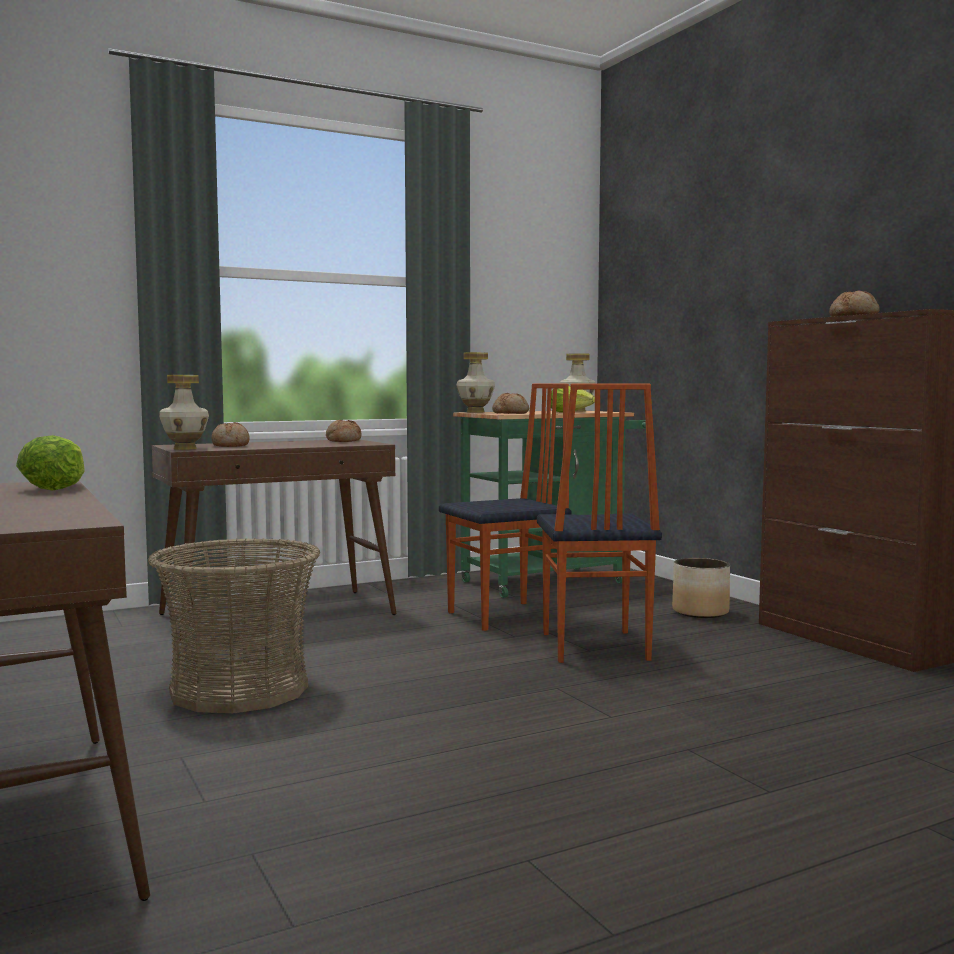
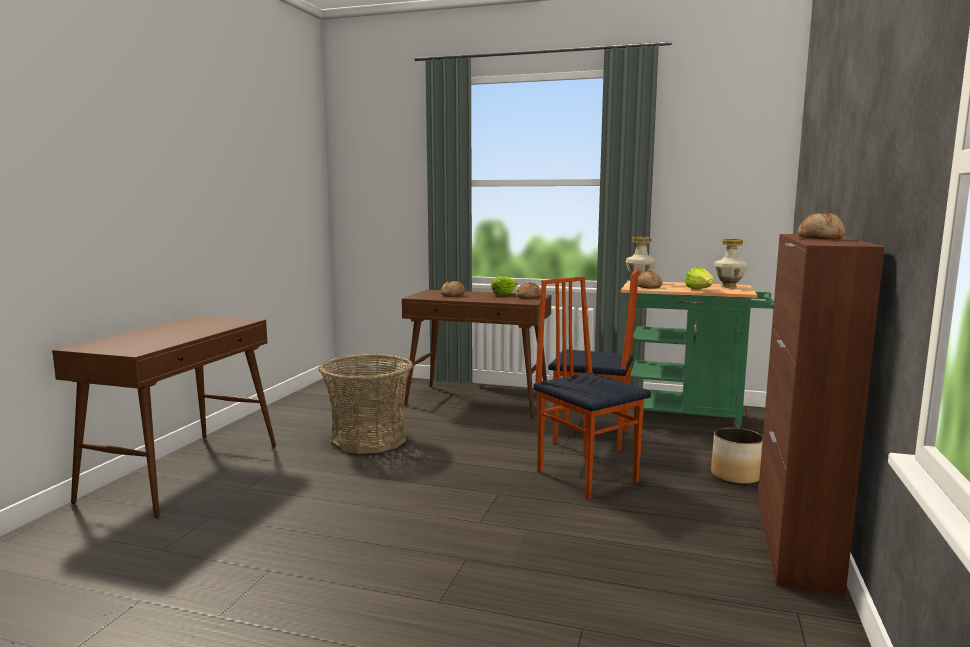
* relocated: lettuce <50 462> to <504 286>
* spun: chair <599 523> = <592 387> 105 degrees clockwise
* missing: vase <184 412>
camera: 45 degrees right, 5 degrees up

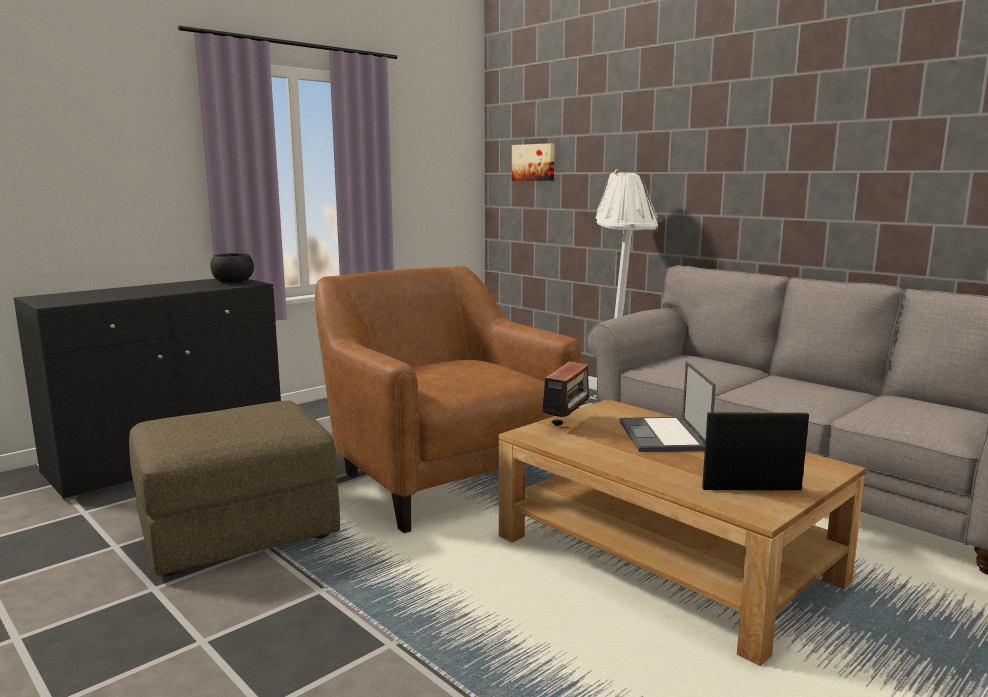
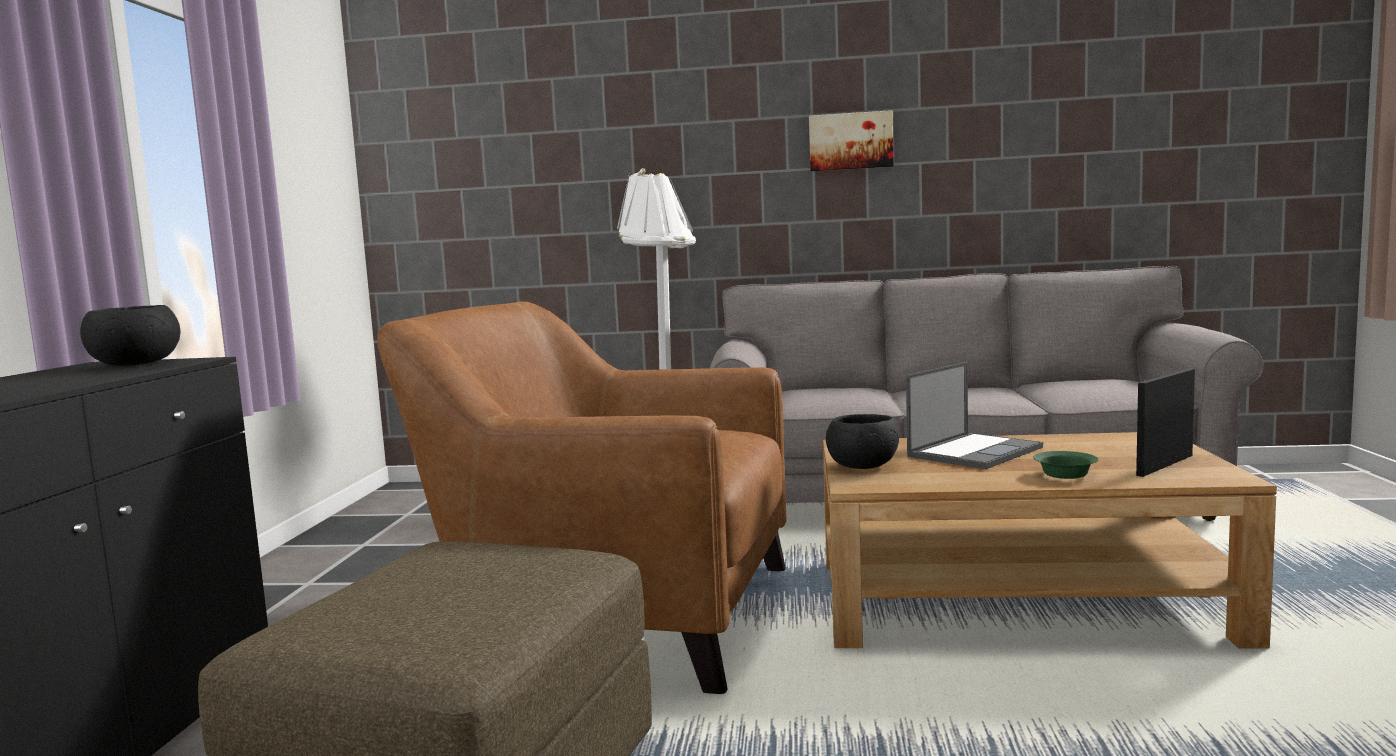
* relocated: picture <533 162> to <851 140>
* exchanged: radio <566 393> to bowl in black <862 441>
* spun: laptop <667 406> = <974 415> 90 degrees counterclockwise
* appeared: bowl in green <1066 465>
camera: 40 degrees left, 5 degrees down

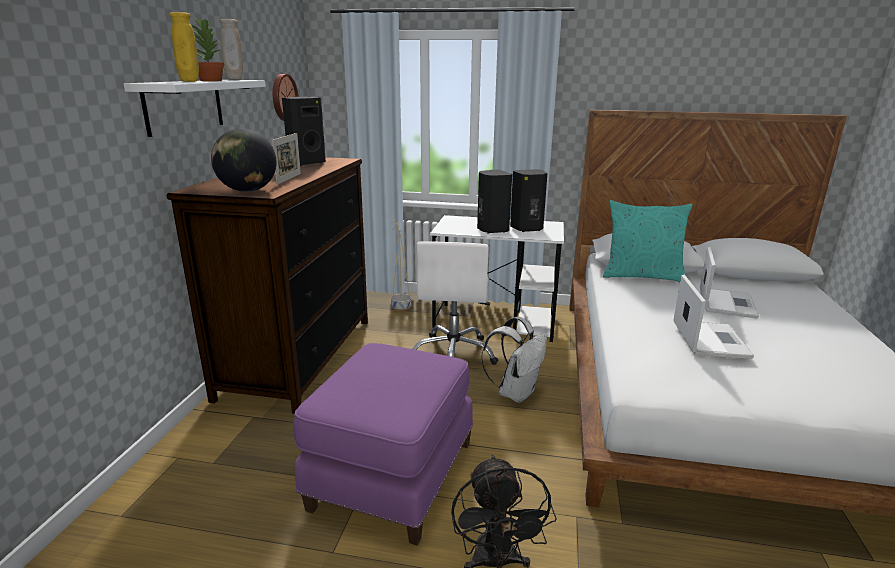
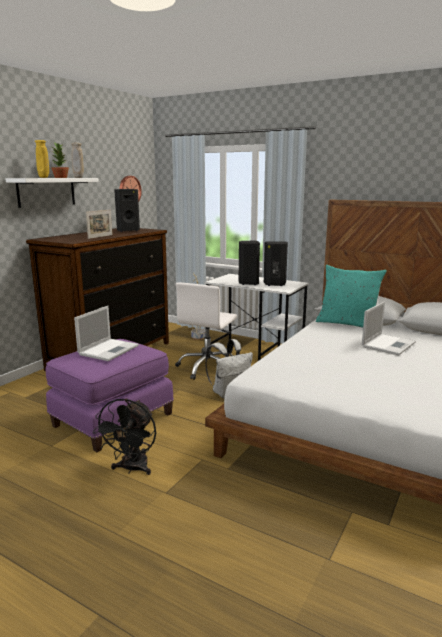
* relocated: laptop <713 317> to <106 333>
* missing: globe <244 160>
camera: 20 degrees right, 5 degrees down

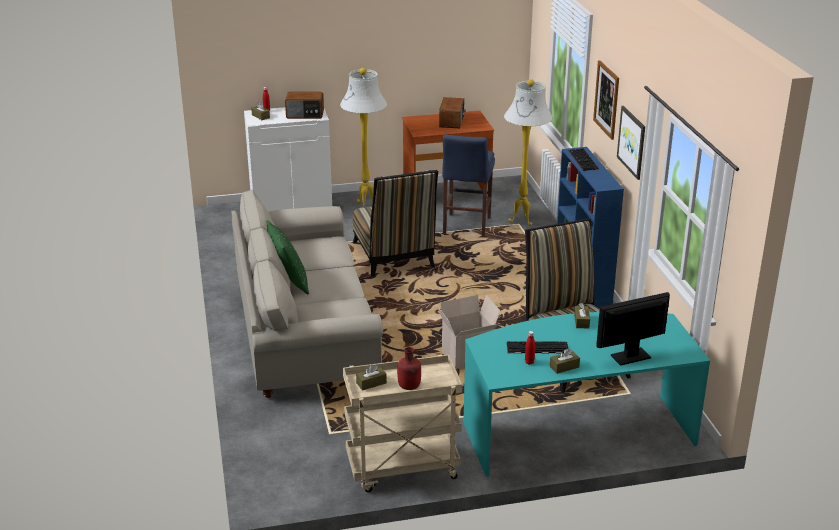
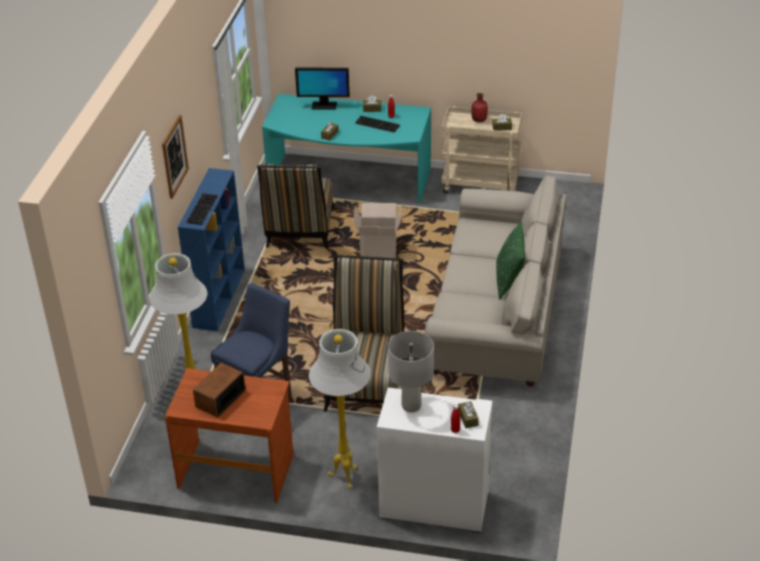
* exchanged: radio <304 105> to table lamp in grey <411 372>
* missing: picture <631 143>
camera: 155 degrees left, 10 degrees up

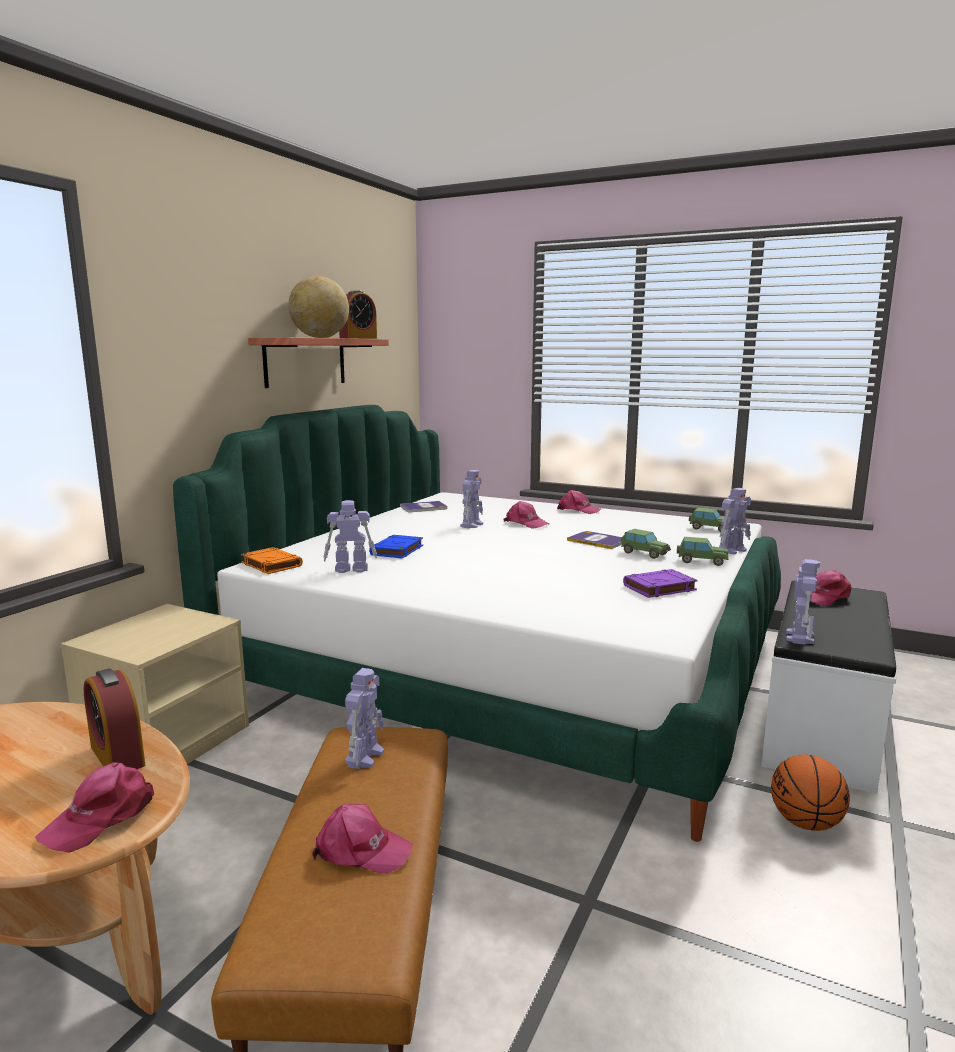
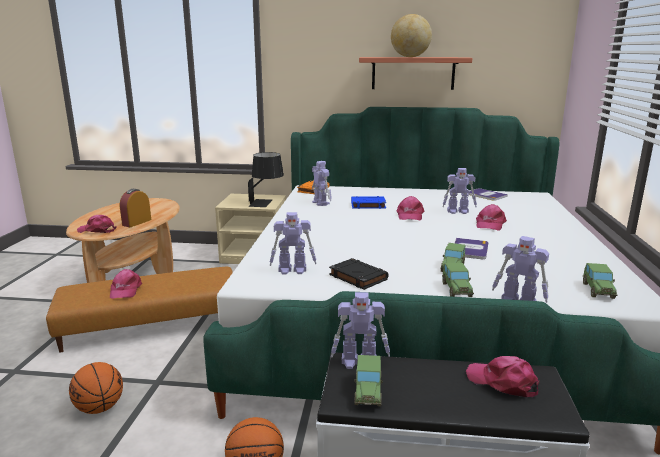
* appeared: basketball <96 388>
* appeared: table lamp in black <266 179>
* relocated: toy robot <364 718> to <293 243>
* colour: book in purple <660 583> to book in black <359 274>
* appeared: toy car <368 380>
* relocated: cap in pink <579 502> to <410 208>
* missing: alarm clock <358 314>
camera: 70 degrees right, 5 degrees up

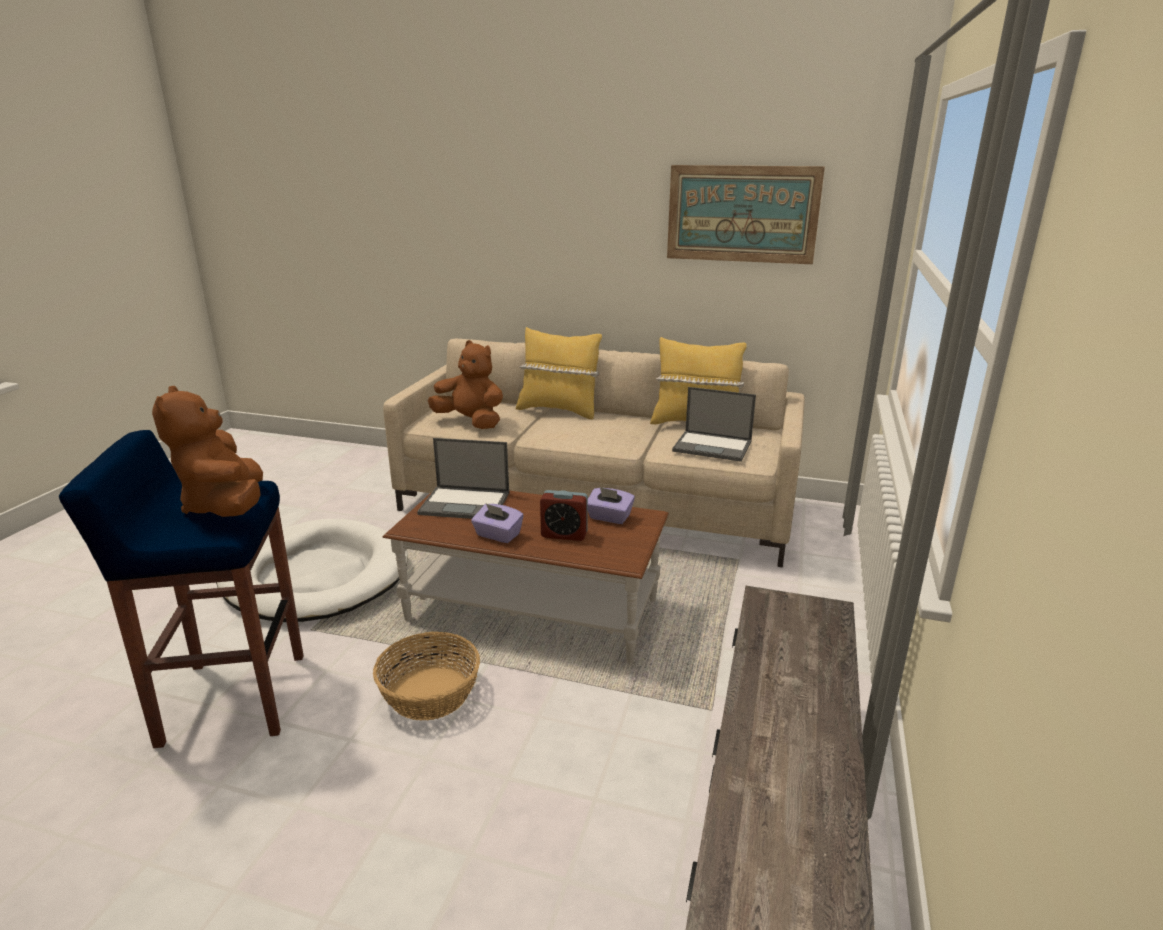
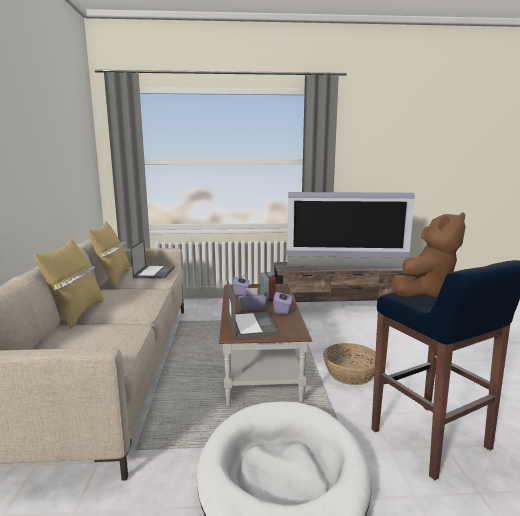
* appeared: tissue box in purple <253 299>
* appeared: television <351 230>
* missing: plush toy in brown <465 384>
* missing: picture <746 214>
camera: 110 degrees left, 10 degrees down

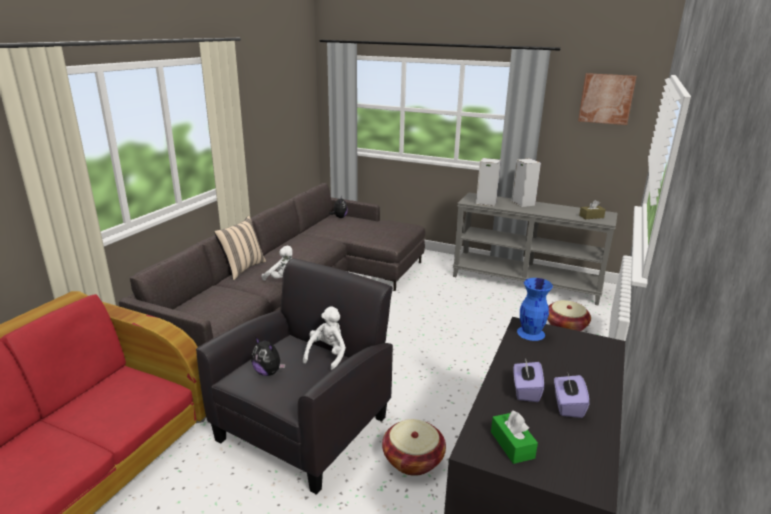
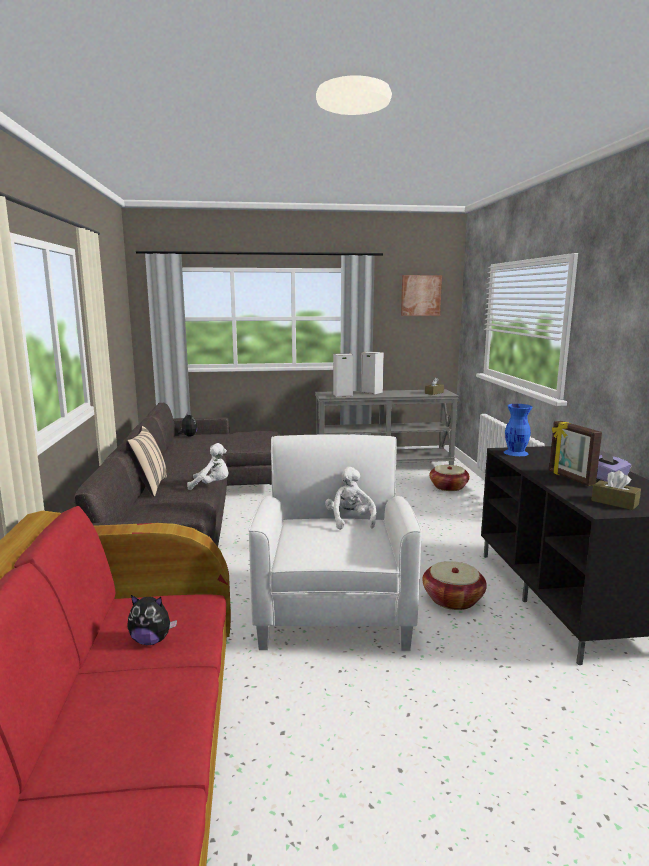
* relocated: plush toy <268 356> to <152 620>
* colour: armchair in black <294 376> to armchair in white <335 542>
* exchanged: tissue box in purple <528 381> to picture frame <575 453>
* colour: tissue box in green <514 437> to tissue box in brown <616 490>
camera: 30 degrees left, 10 degrees down

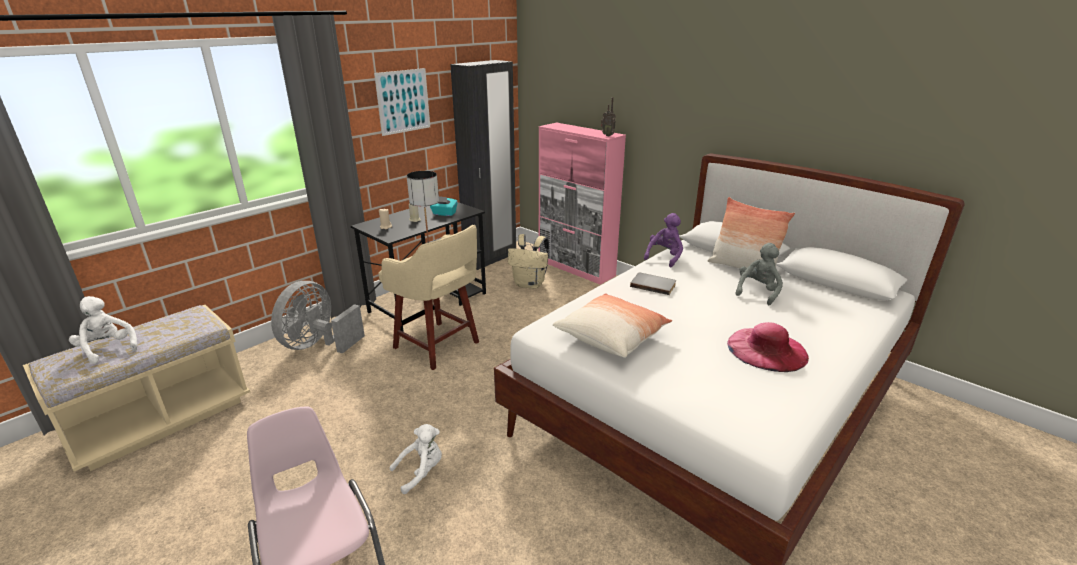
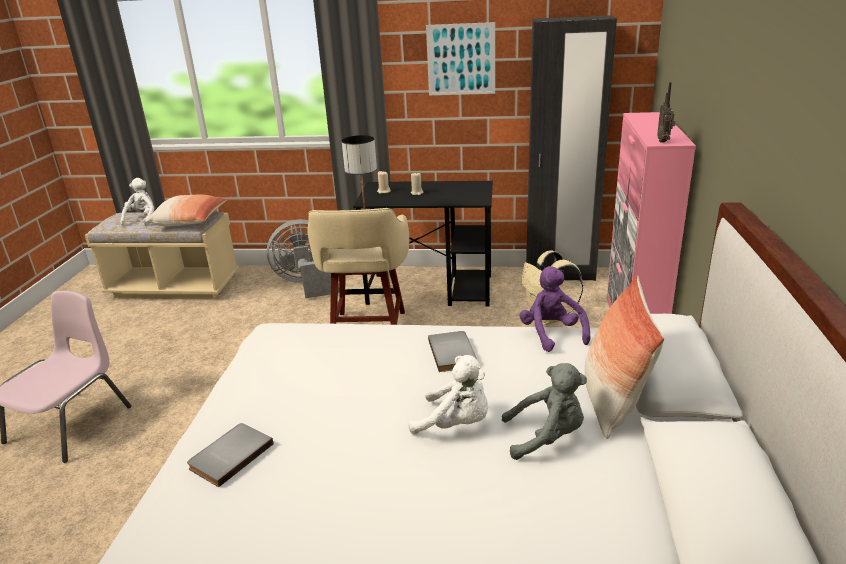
* relocated: pillow <612 326> to <186 210>
* appeared: book in grey <230 455>
* relocated: plush toy in white <416 459> to <448 395>
* spun: plush toy in purple <663 240> = <554 309> 105 degrees counterclockwise
* missing: tissue box in turquoise <444 206>
* missing: hat in pink <768 347>
camera: 55 degrees right, 0 degrees up

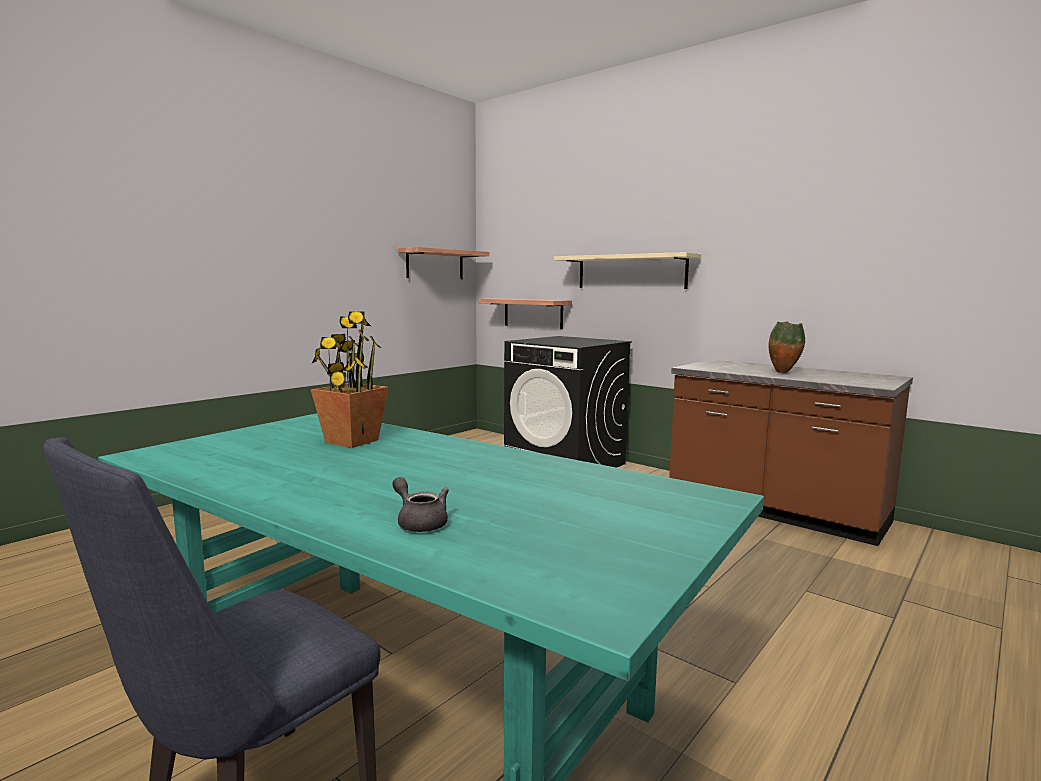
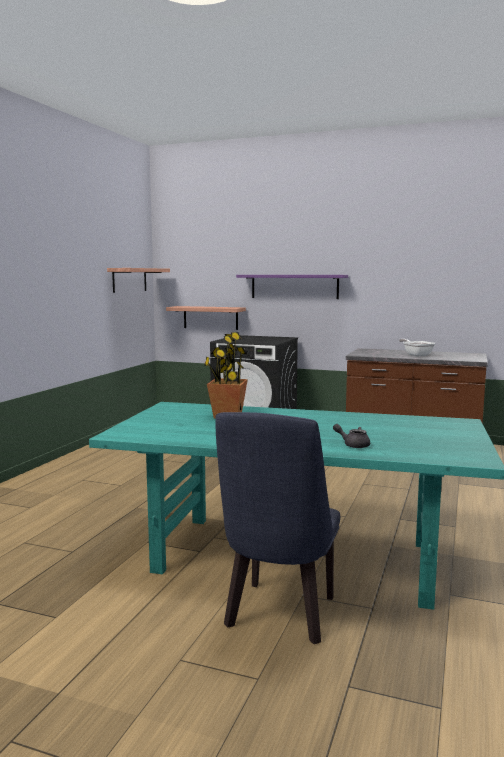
* colour: shelf in beige <627 270> to shelf in purple <292 287>
* exchanged: vase <787 347> to frying pan <417 348>
camera: 20 degrees left, 0 degrees up

